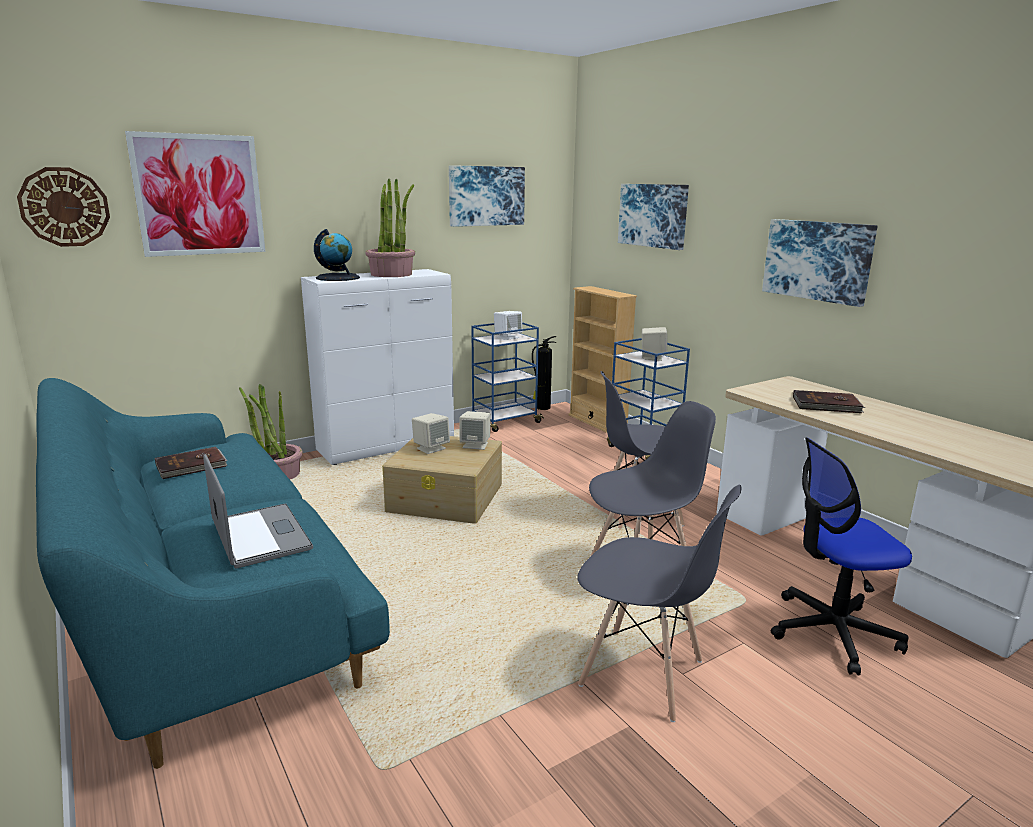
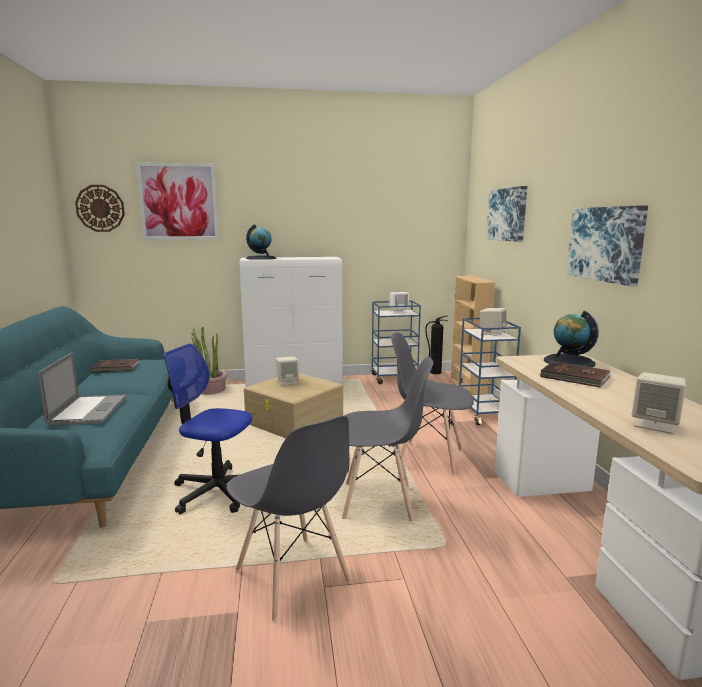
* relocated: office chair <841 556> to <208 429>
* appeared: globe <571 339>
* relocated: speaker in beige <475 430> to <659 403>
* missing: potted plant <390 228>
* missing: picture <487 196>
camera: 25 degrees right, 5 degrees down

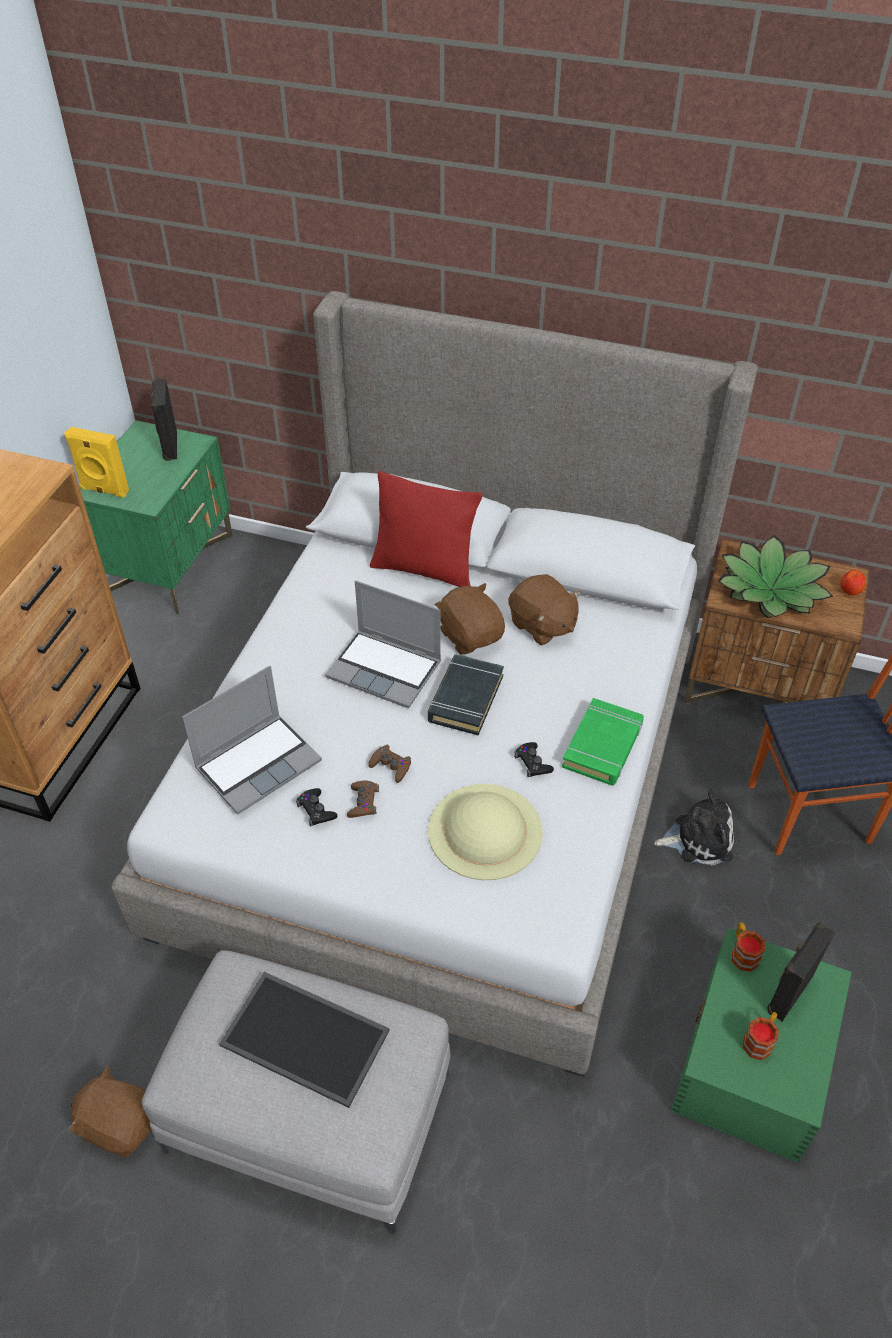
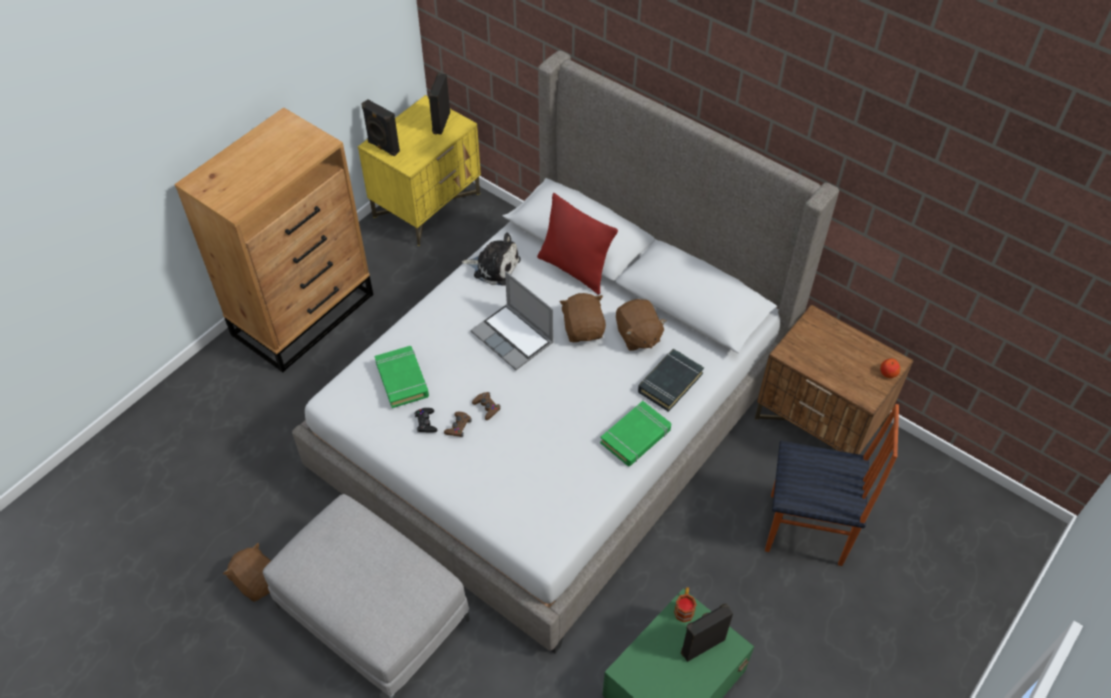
* colour: nightstand in green <156 517> to nightstand in yellow <419 170>
* colour: speaker in yellow <96 462> to speaker in black <380 128>
* exchanged: laptop <252 740> to book in green <402 377>
* relocated: plush toy <694 827> to <491 259>
* relocated: book in black <466 694> to <671 380>
* missing: tray <304 1040>
* missing: hat in beige <485 832>
* missing: game controller in black <534 759>
* missing: potted plant <775 576>
* missing: mug <760 1036>
camera: 20 degrees right, 5 degrees up

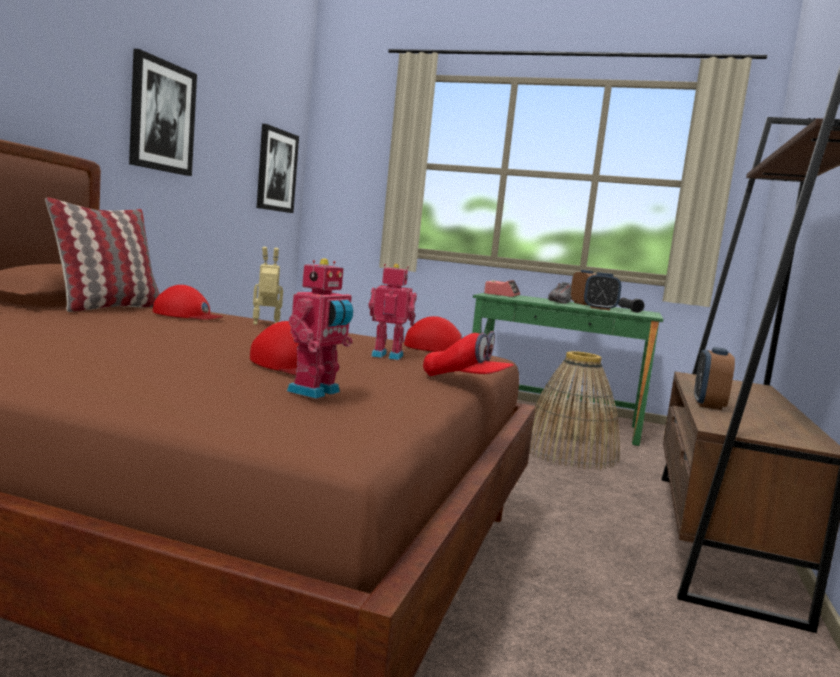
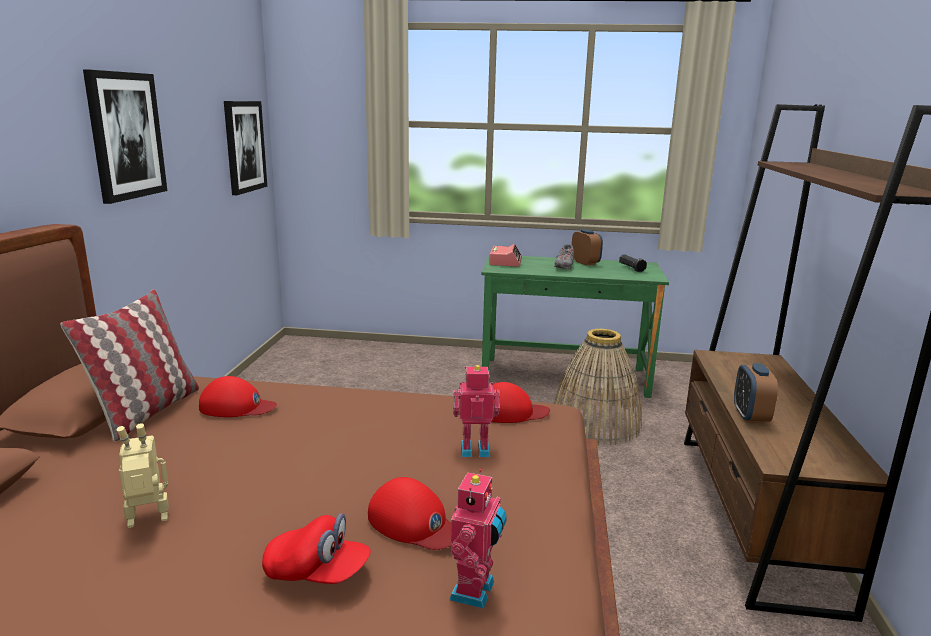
* relocated: toy robot <268 285> to <142 475>
* relocated: cap in red <468 353> to <316 548>
* missing: alarm clock <602 291>
camera: 10 degrees left, 10 degrees up

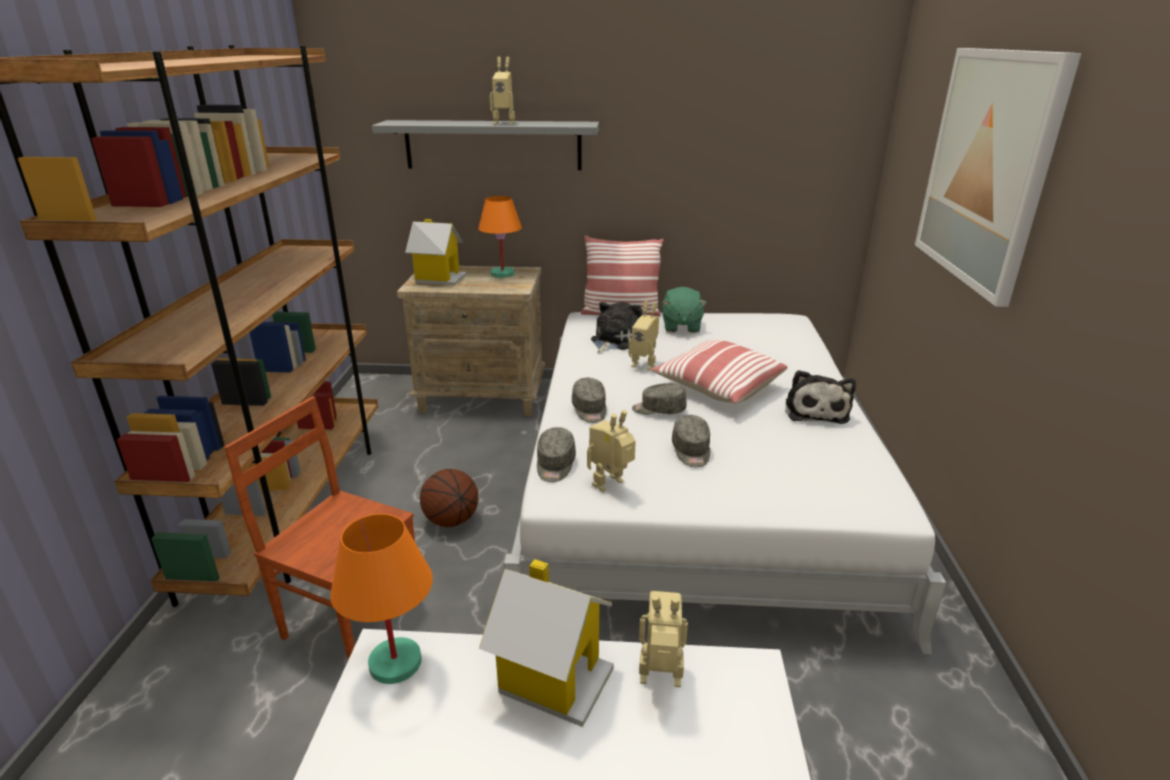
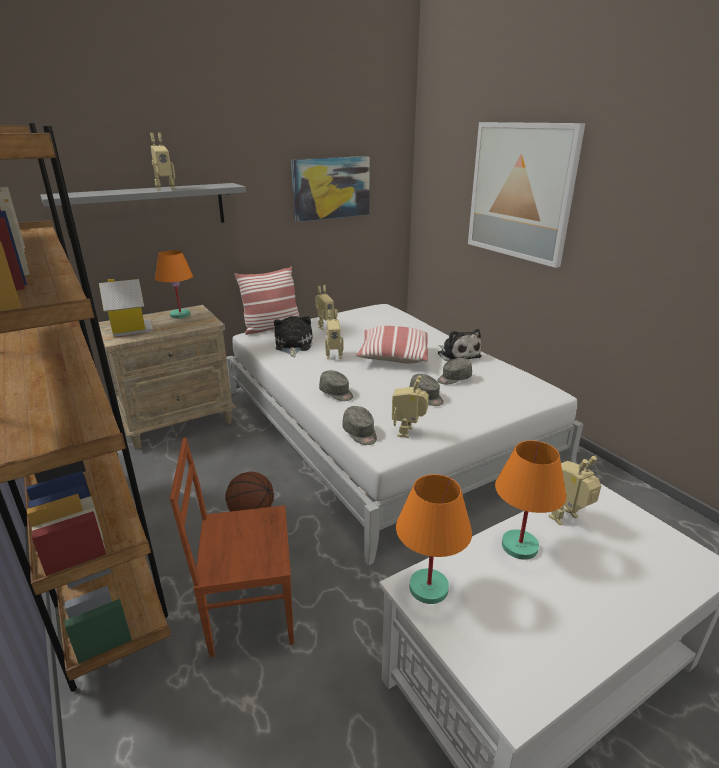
* appeared: picture <330 189>
* exchanged: plush toy in green <684 310> to toy robot <325 307>
* relocated: cap in grey <659 399> to <454 371>
* exchanged: toy house <546 643> to table lamp in orange <530 500>
camera: 35 degrees left, 0 degrees up

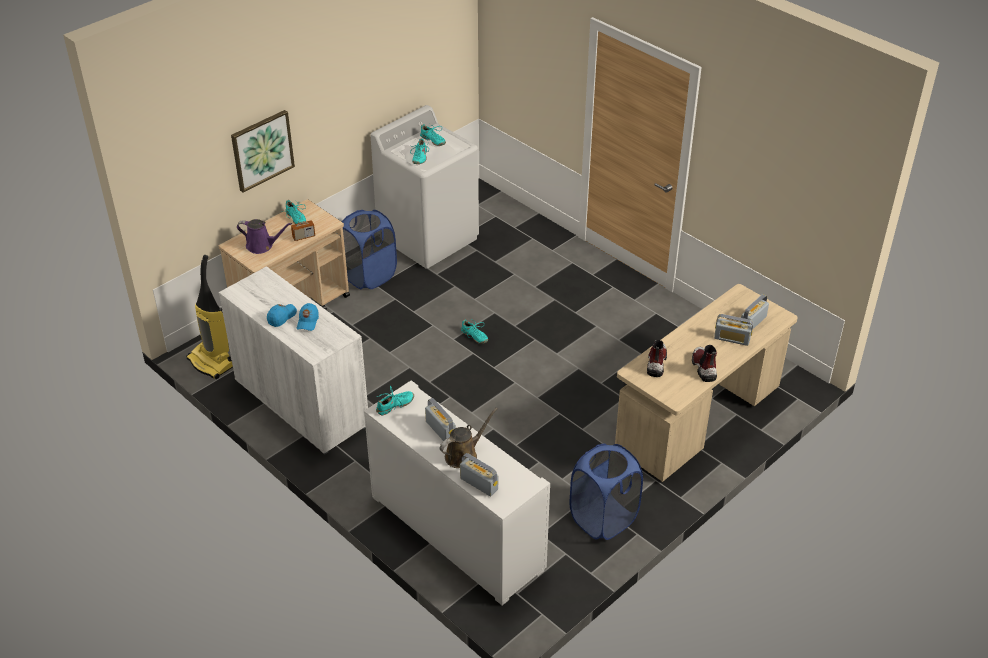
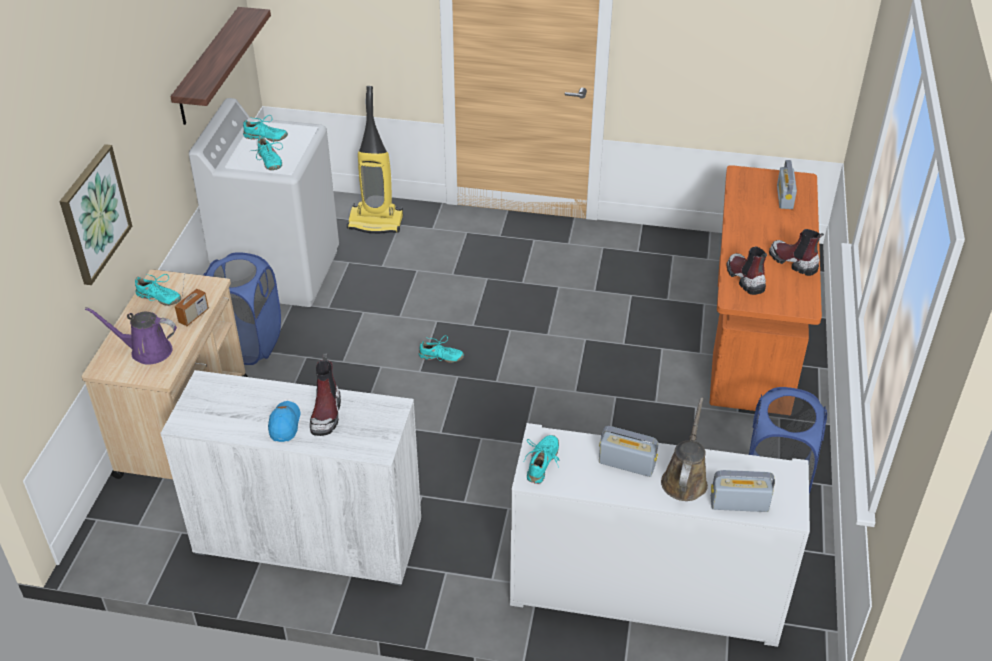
* spun: watering can in purple <264 236> = <131 336> 150 degrees counterclockwise
* appeared: shelf <220 66>
* exchanged: cap in blue <308 317> to boot <325 394>
* relocated: vacuum cleaner <210 317> to <375 160>
* colour: desk in beige <706 383> to desk in orange <766 288>
* missing: radio <733 330>
camera: 35 degrees left, 0 degrees up

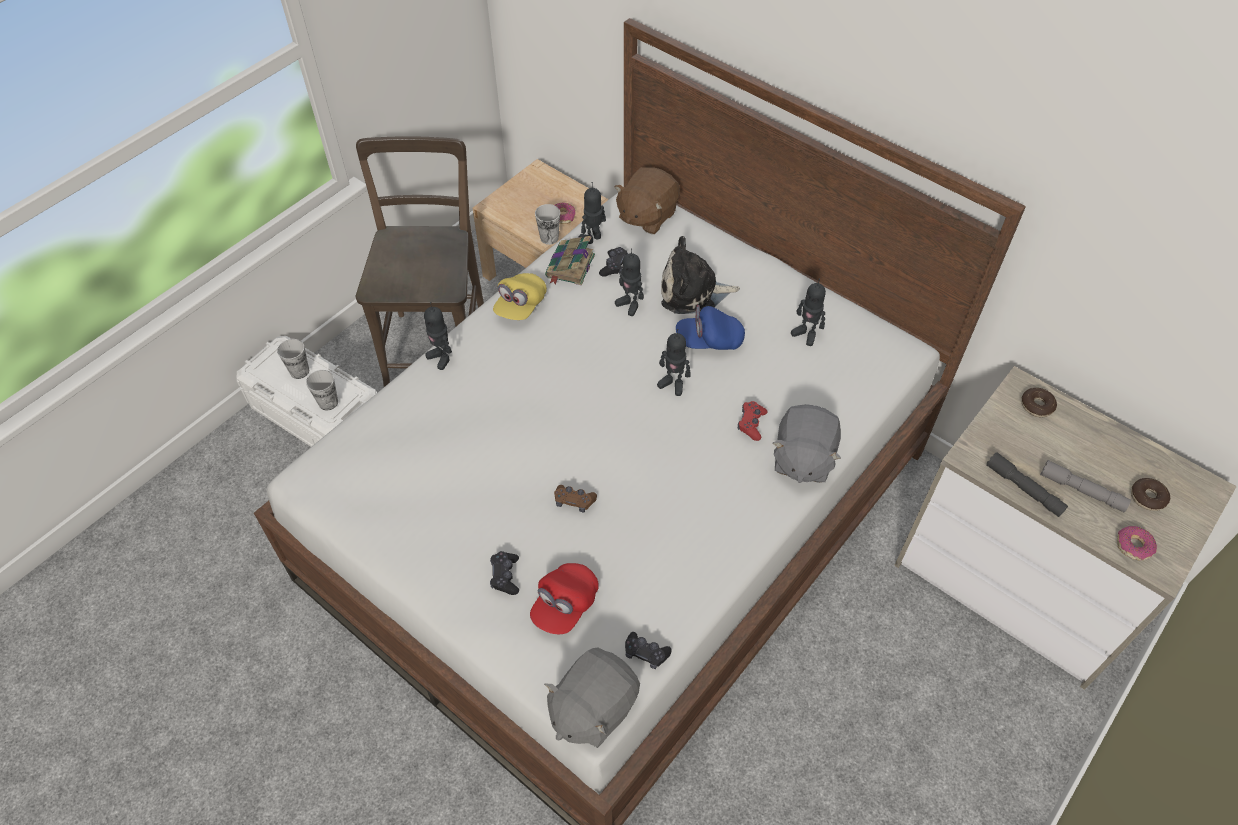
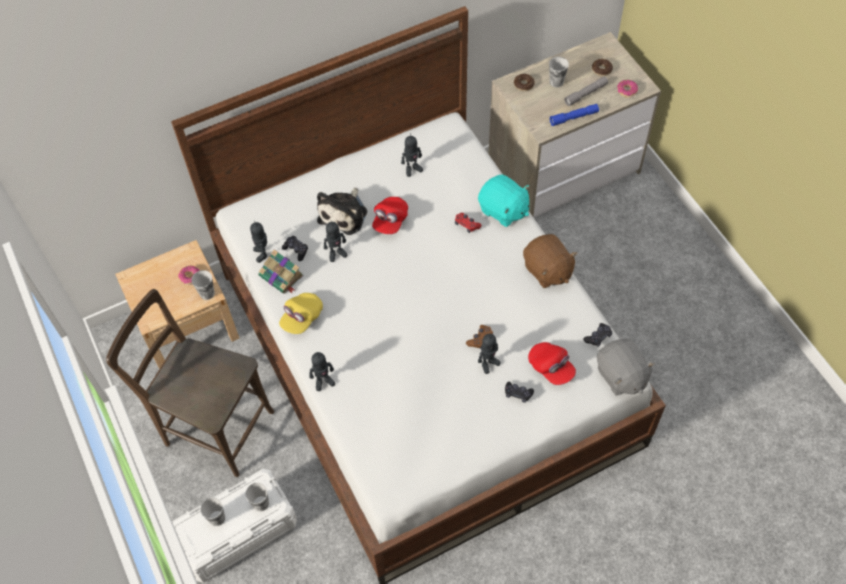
* spun: cap in yellow <520 296> = <301 313> 75 degrees clockwise
* colour: cap in blue <710 327> to cap in red <390 215>
* colour: plush toy in grey <807 443> to plush toy in turquoise <504 201>
* relocated: toy robot <673 362> to <489 353>
* relocated: plush toy in brown <647 200> to <550 261>
* appeared: cup <559 72>
* colour: flashlight in grey <1027 484> to flashlight in blue <574 115>
camera: 65 degrees left, 5 degrees up

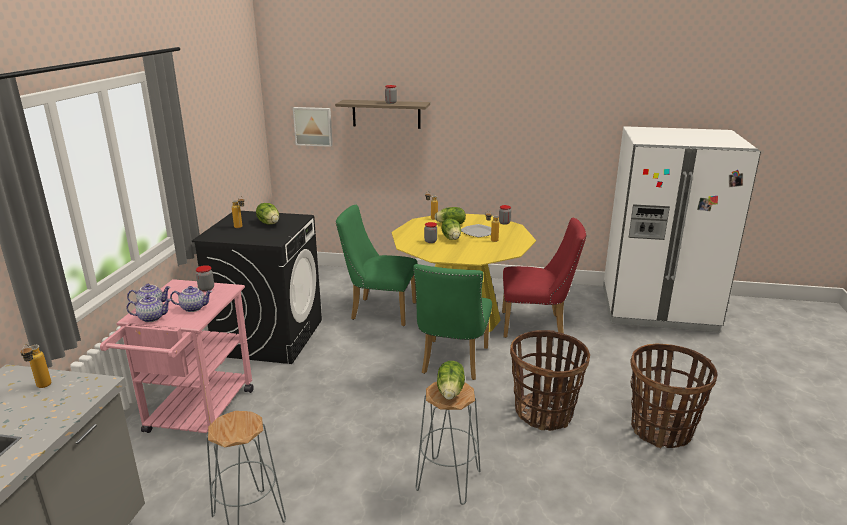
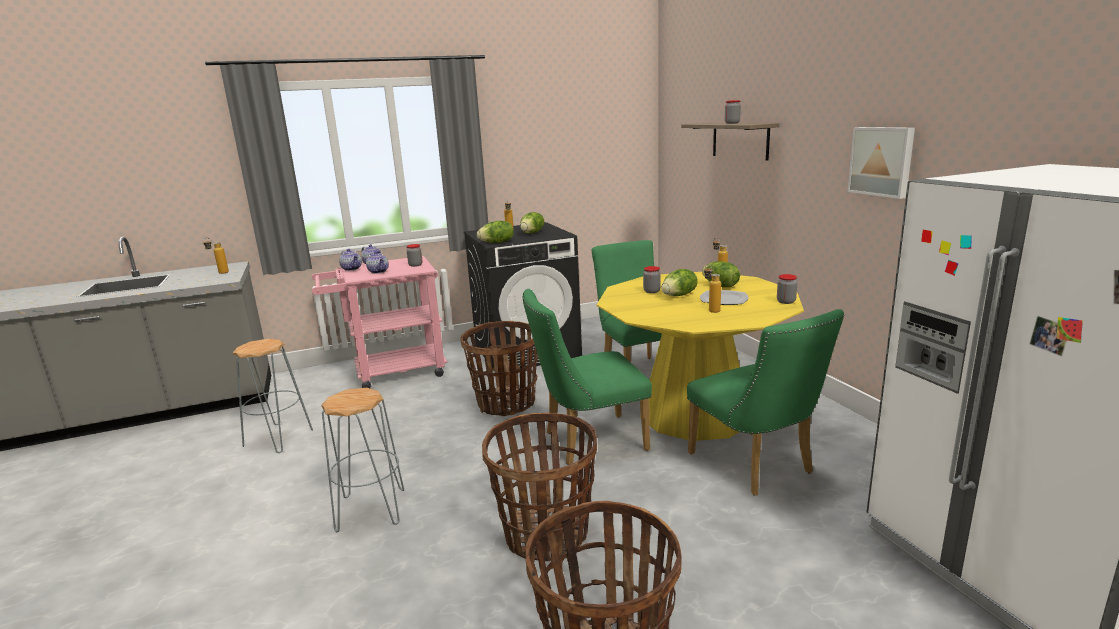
* appeared: basket <499 368>
* relocated: lettuce <451 380> to <495 232>
* colour: chair in red <544 278> to chair in green <766 402>
* relocated: picture <313 127> to <881 163>
camera: 60 degrees right, 5 degrees down

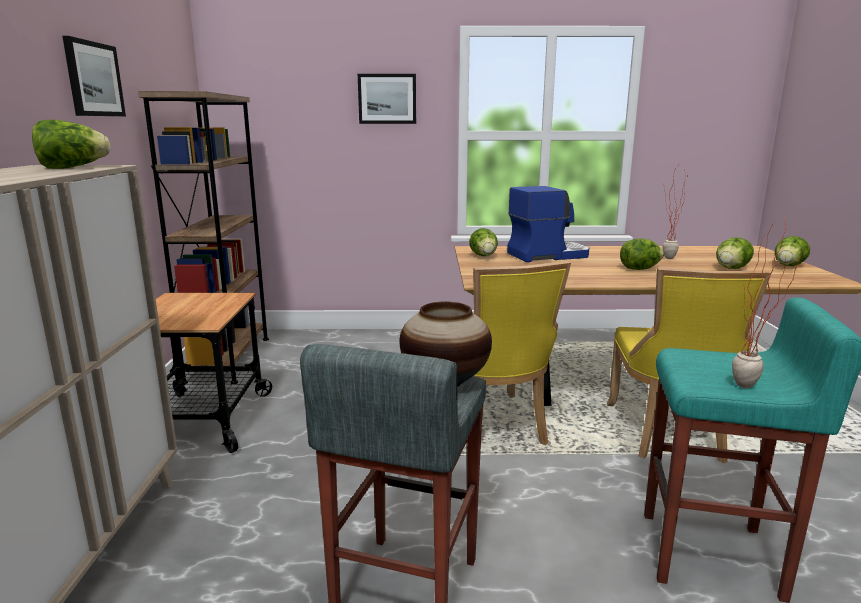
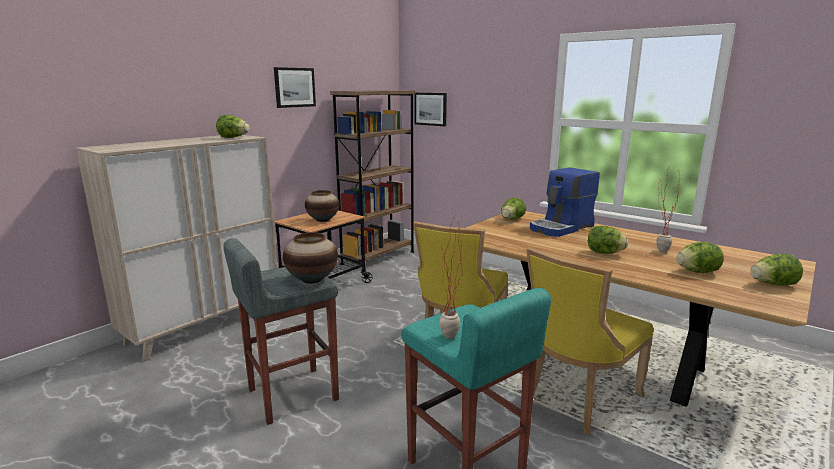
* appeared: vase <322 206>
* relocated: picture <387 99> to <430 109>
* spun: coffee machine <548 224> = <565 202> 120 degrees clockwise
camera: 40 degrees right, 0 degrees up

